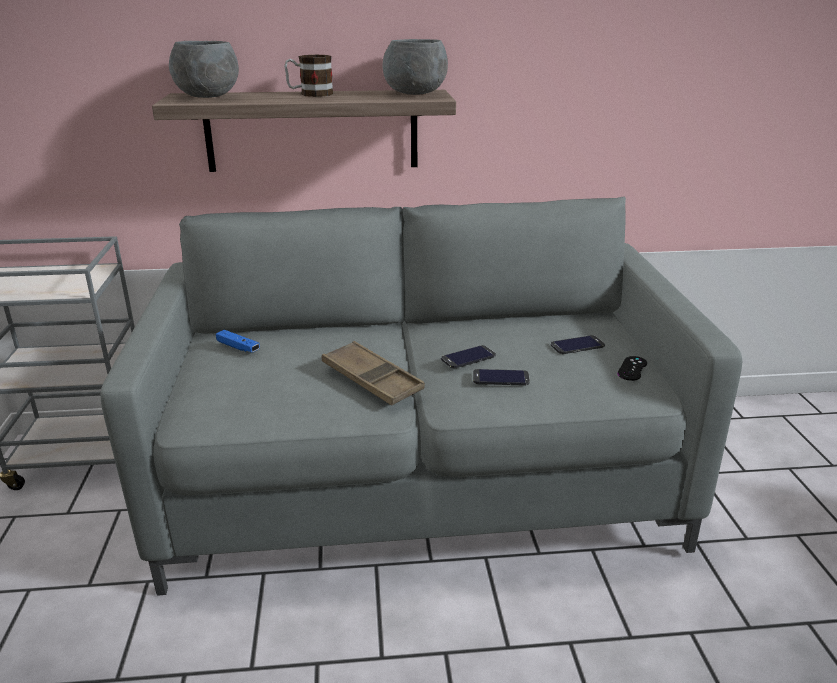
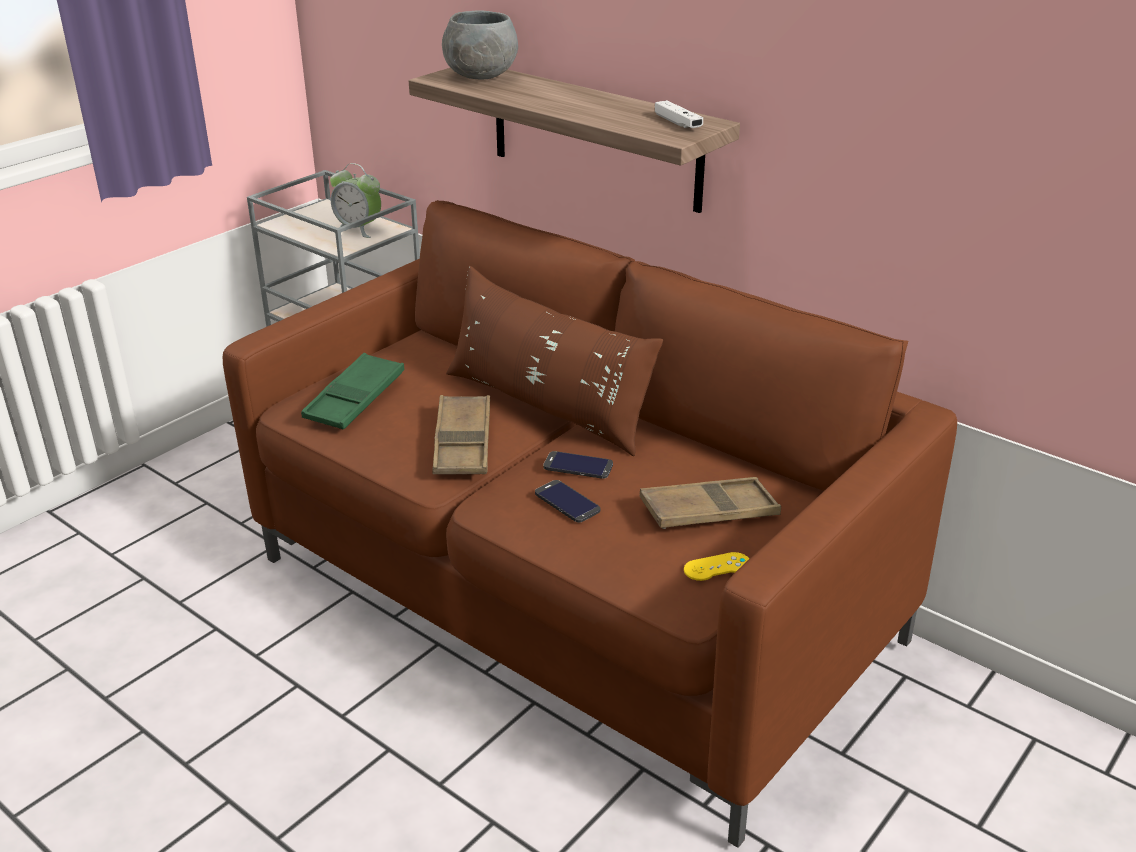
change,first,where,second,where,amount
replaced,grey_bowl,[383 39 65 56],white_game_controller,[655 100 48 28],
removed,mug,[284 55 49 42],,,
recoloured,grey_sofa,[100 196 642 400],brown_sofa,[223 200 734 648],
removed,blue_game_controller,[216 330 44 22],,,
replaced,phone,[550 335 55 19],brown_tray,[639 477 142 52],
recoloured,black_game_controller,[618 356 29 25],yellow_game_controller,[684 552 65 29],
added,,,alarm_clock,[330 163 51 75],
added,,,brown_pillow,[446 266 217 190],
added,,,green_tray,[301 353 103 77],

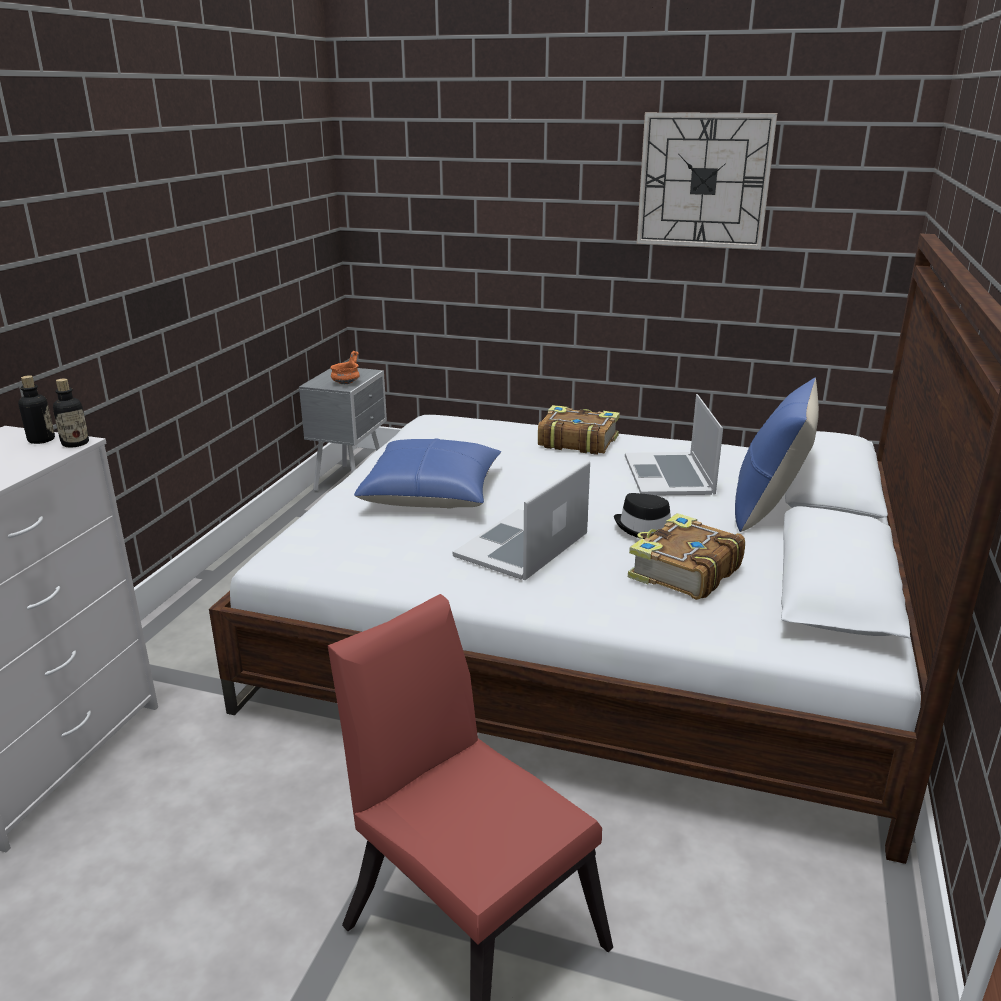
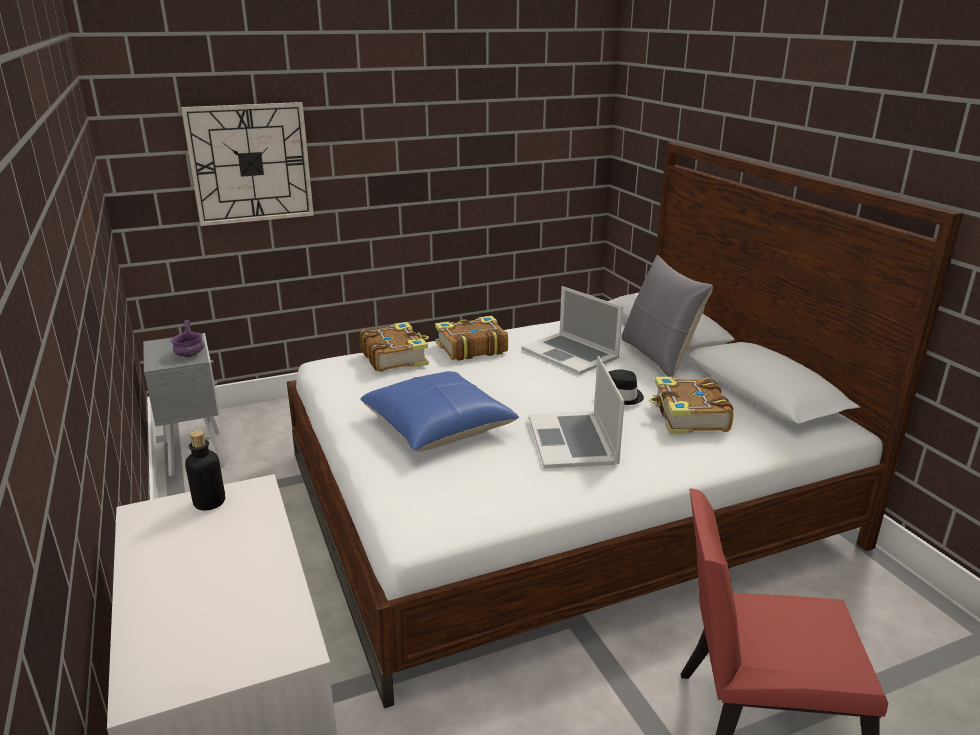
change,first,where,second,where,amount
moved,wall_clock,[637 112 140 137],,[181 102 133 124],
recoloured,orange_bowl,[330 351 30 33],purple_bowl,[170 320 35 37],
recoloured,blue_pillow,[735 377 84 155],grey_pillow,[622 255 91 122],
removed,bottle,[53 378 36 69],,,
added,,,book,[360 322 69 50],

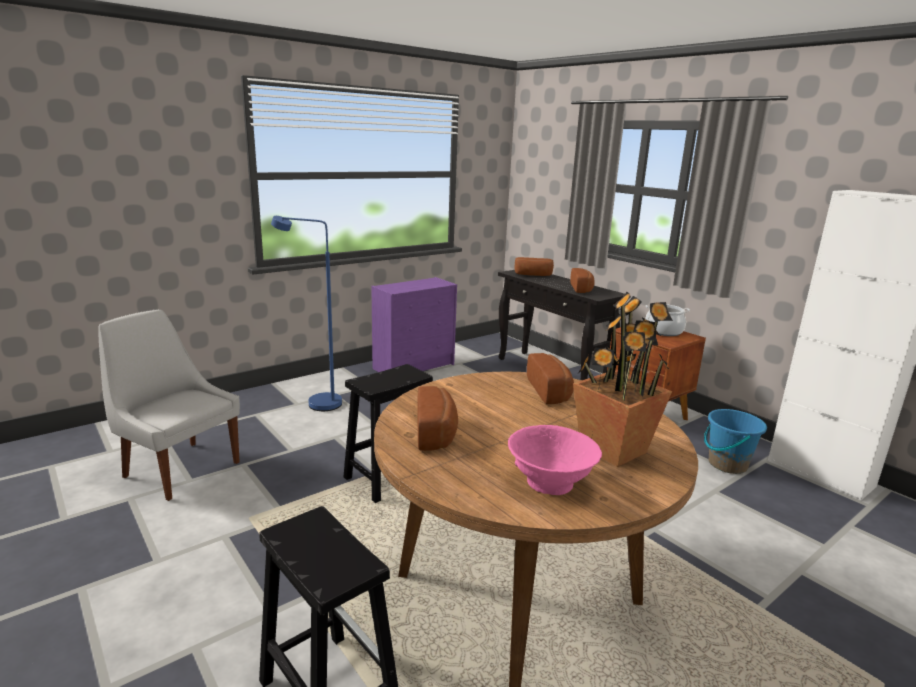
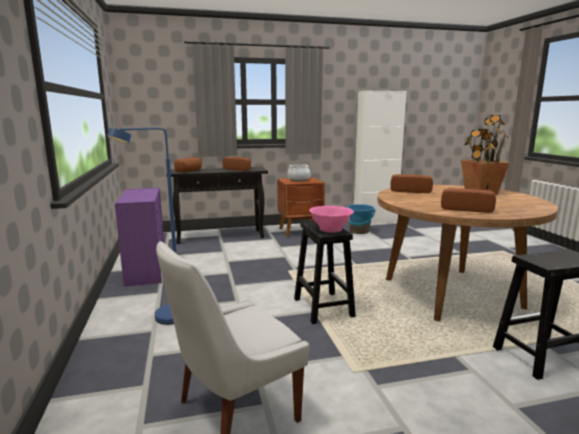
change,first,where,second,where,amount
moved,pink_bowl,[508 425 94 70],,[309 206 45 27],

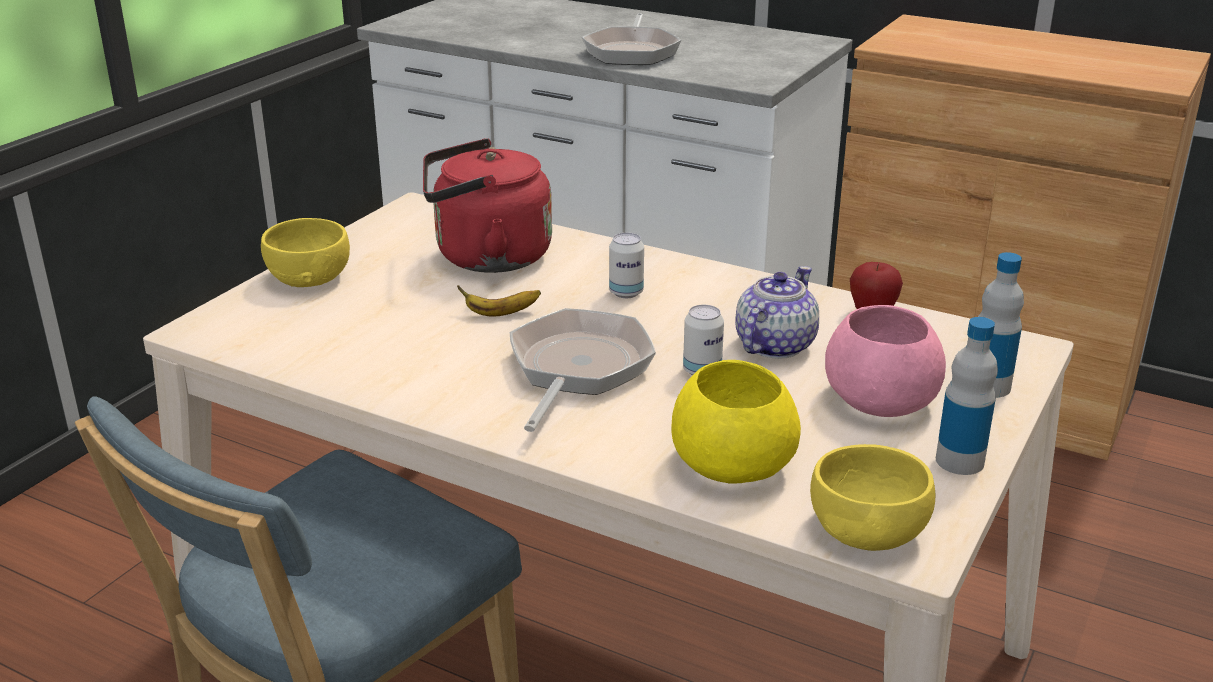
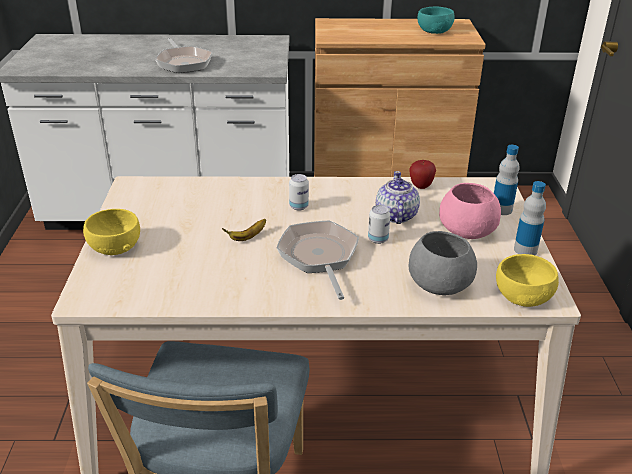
change,first,where,second,where,amount
removed,red_kettle,[423 138 129 135],,,
recoloured,yellow_bowl,[671 360 130 124],grey_bowl,[409 231 68 64],
added,,,turquoise_bowl,[418 7 37 27],

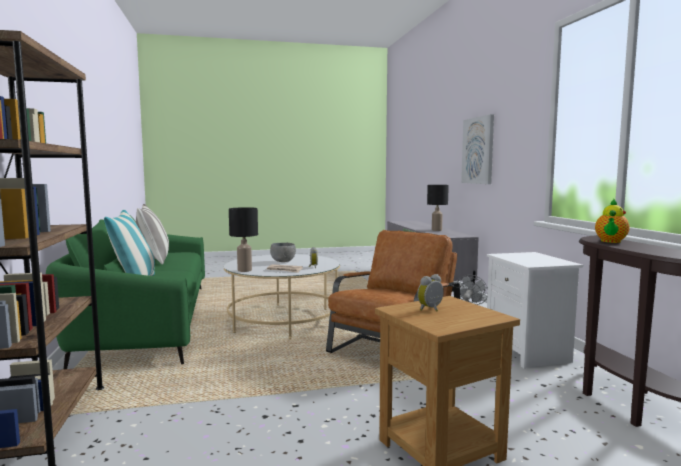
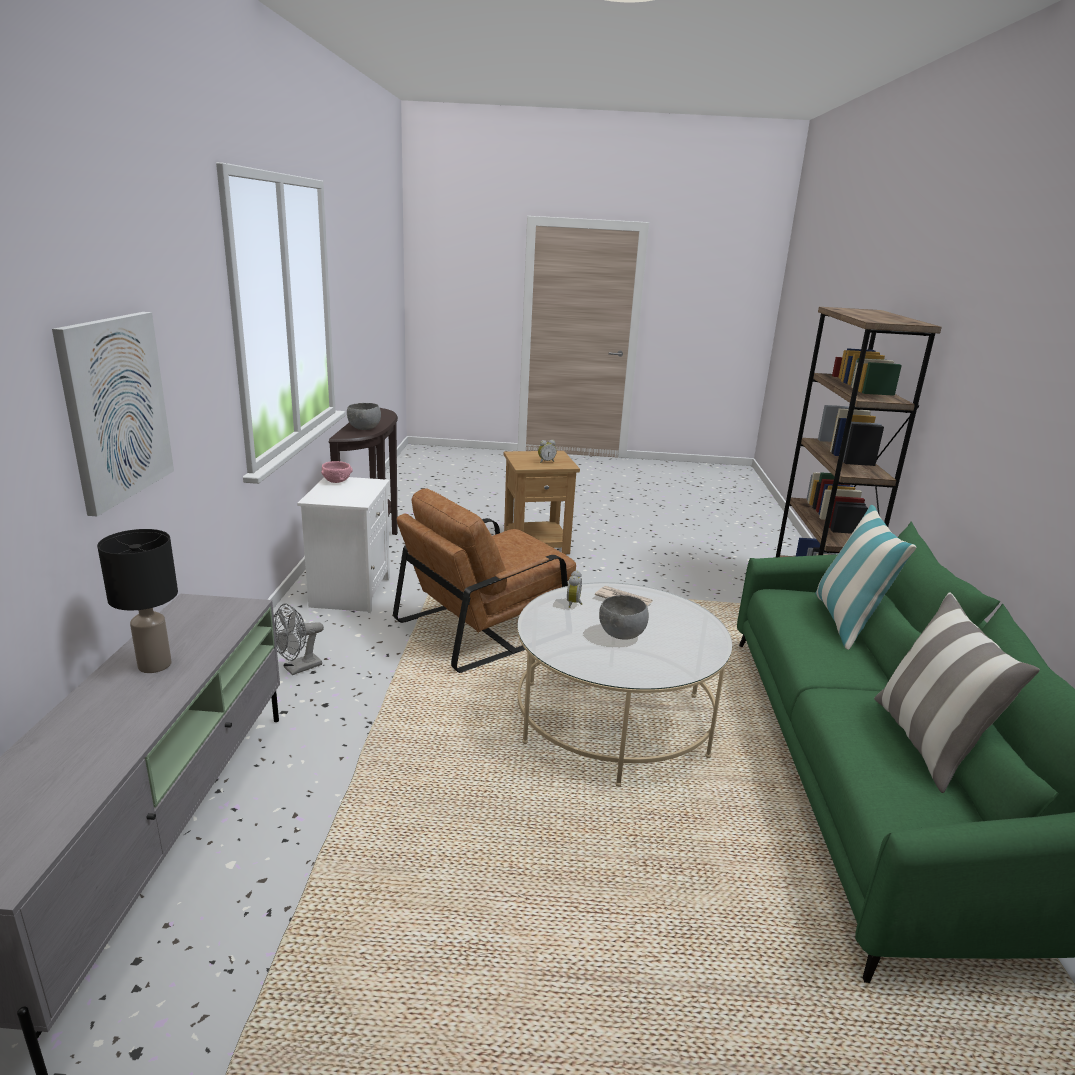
change,first,where,second,where,amount
replaced,teapot,[595 199 35 44],grey_bowl,[347 403 34 27],
removed,black_table_lamp,[229 207 29 65],,,
added,,,pink_bowl,[321 461 31 22],

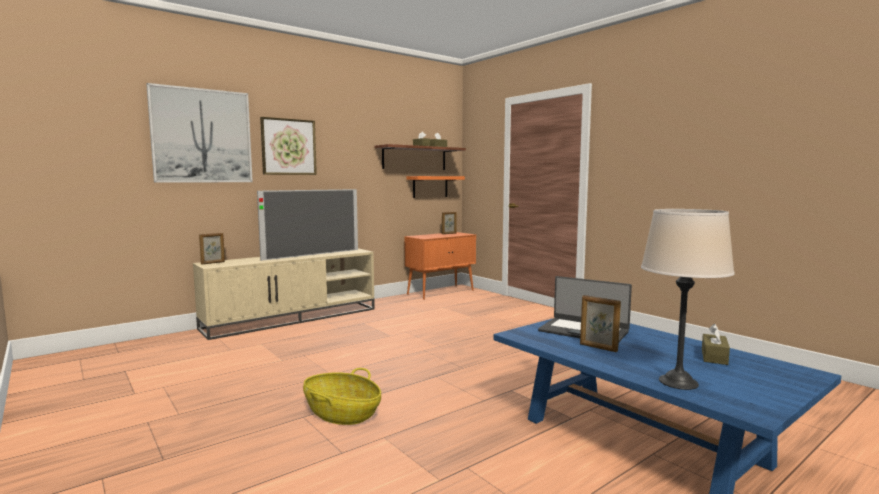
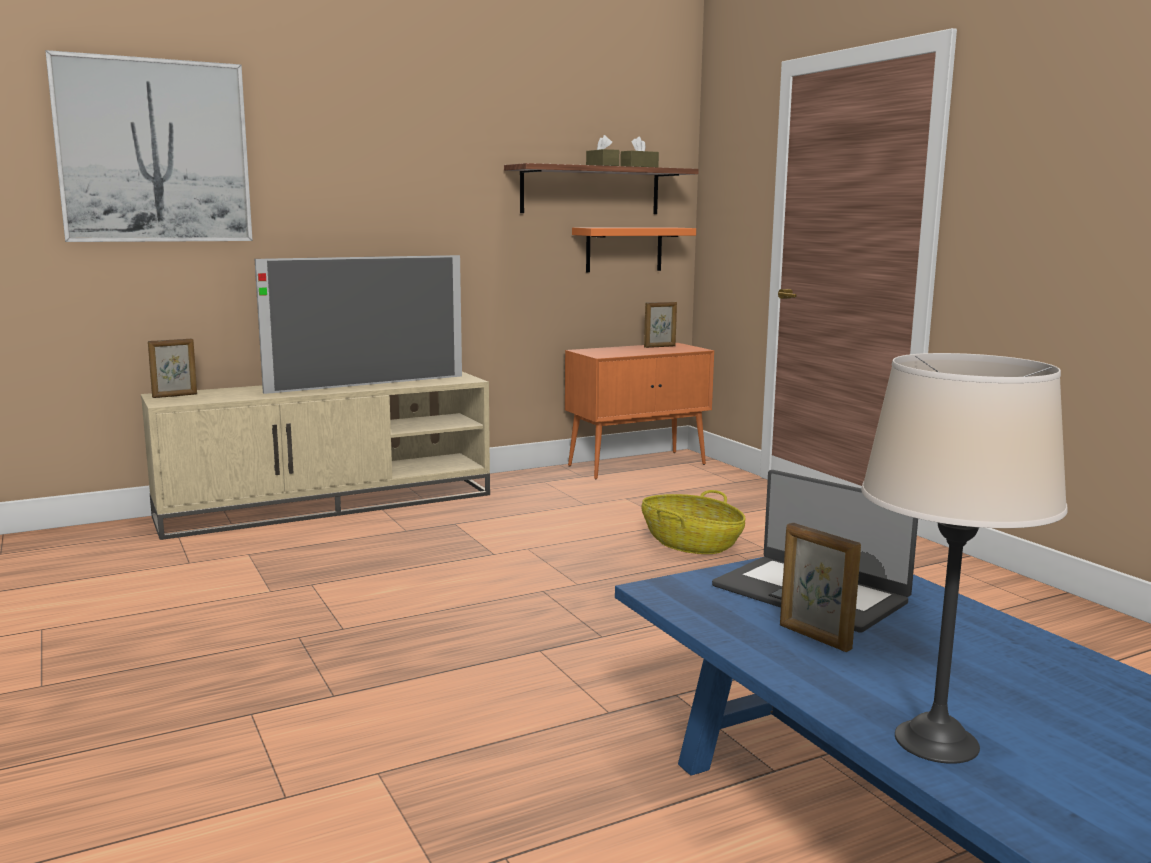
change,first,where,second,where,amount
removed,picture,[260 117 57 58],,,
removed,brown_tissue_box,[702 324 28 41],,,
moved,basket,[303 368 78 57],,[641 490 105 64],

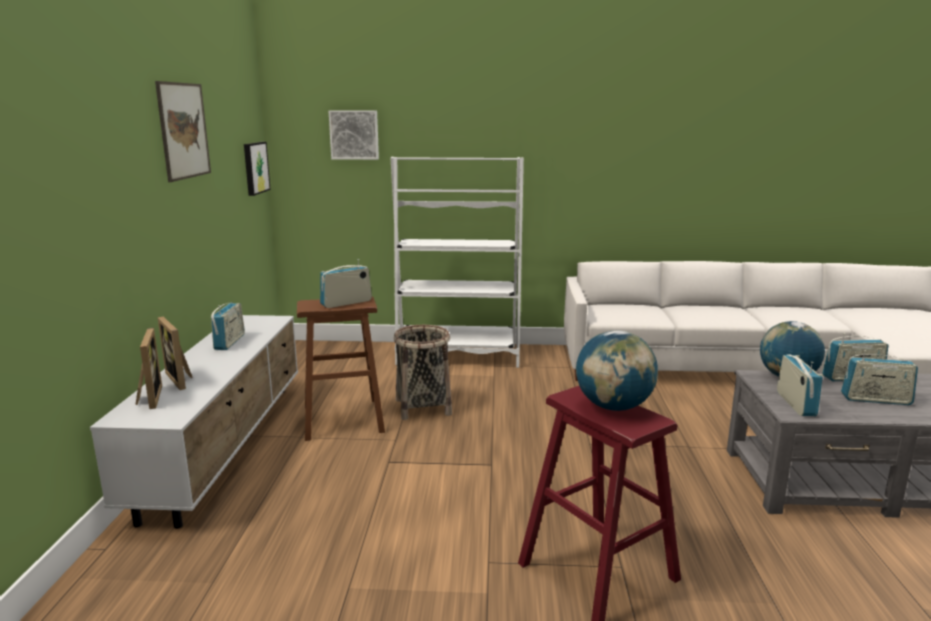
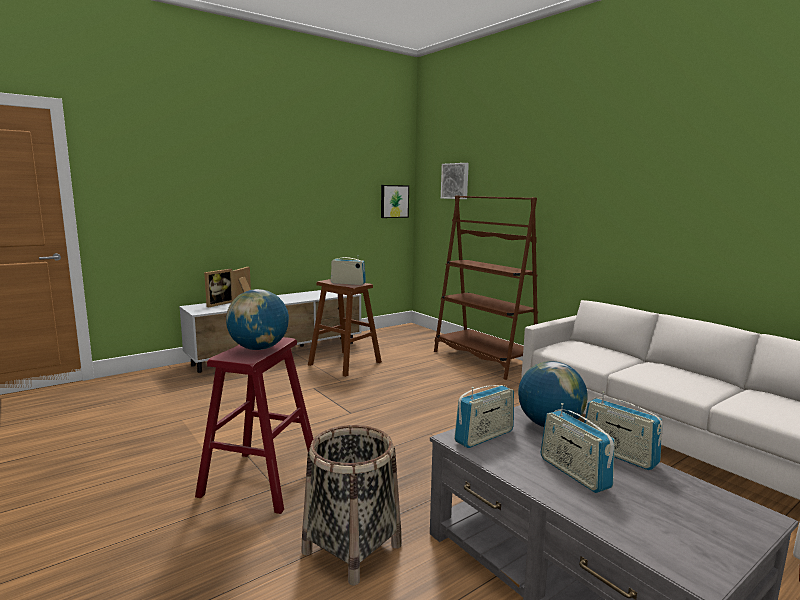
change,first,where,second,where,amount
removed,picture,[155 81 56 101],,,
recoloured,white_bookcase,[391 157 133 211],brown_bookcase,[434 195 104 185],
removed,radio,[211 302 34 48],,,
moved,basket,[394 325 58 95],,[301 425 101 161],

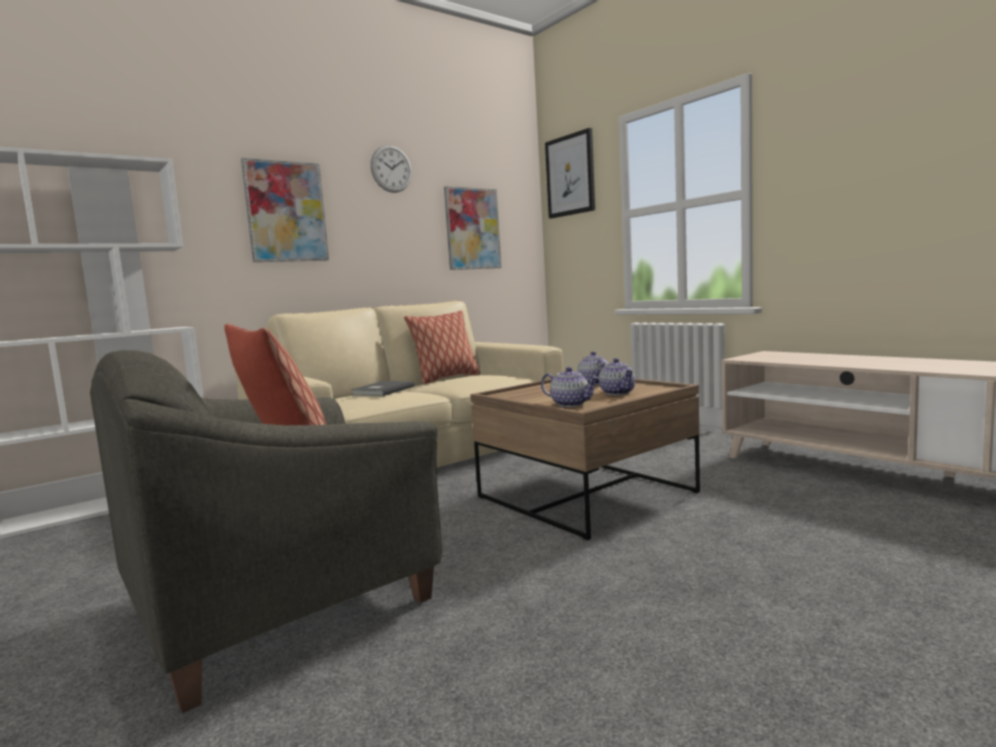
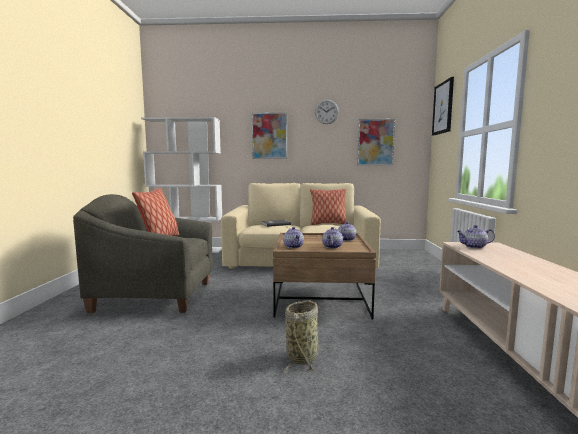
change,first,where,second,where,amount
added,,,teapot,[457 225 38 24],
added,,,basket,[285 300 35 74],

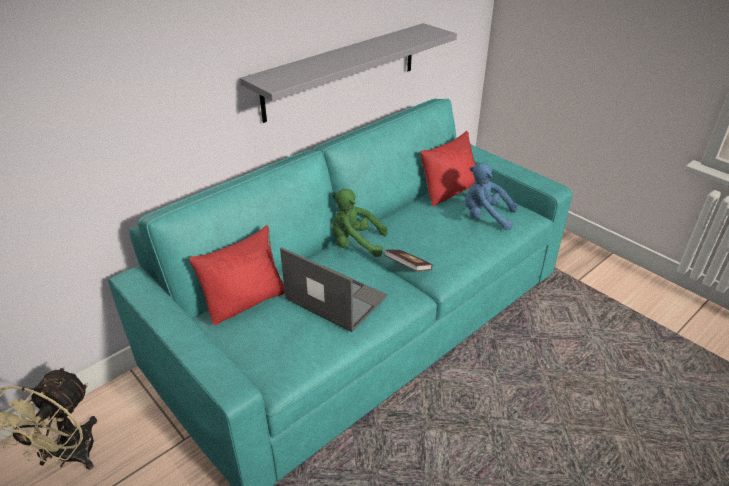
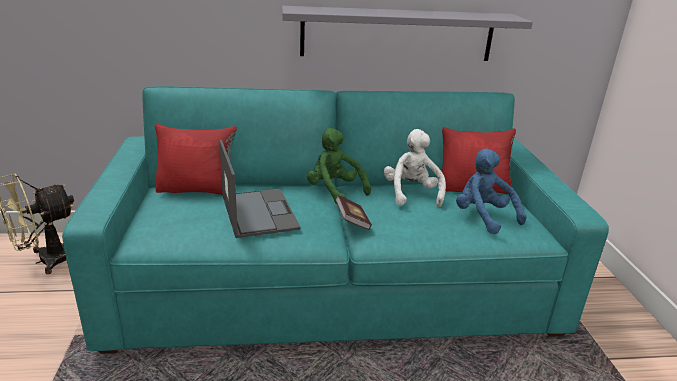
change,first,where,second,where,amount
added,,,white_plush_toy,[384 129 62 78],

